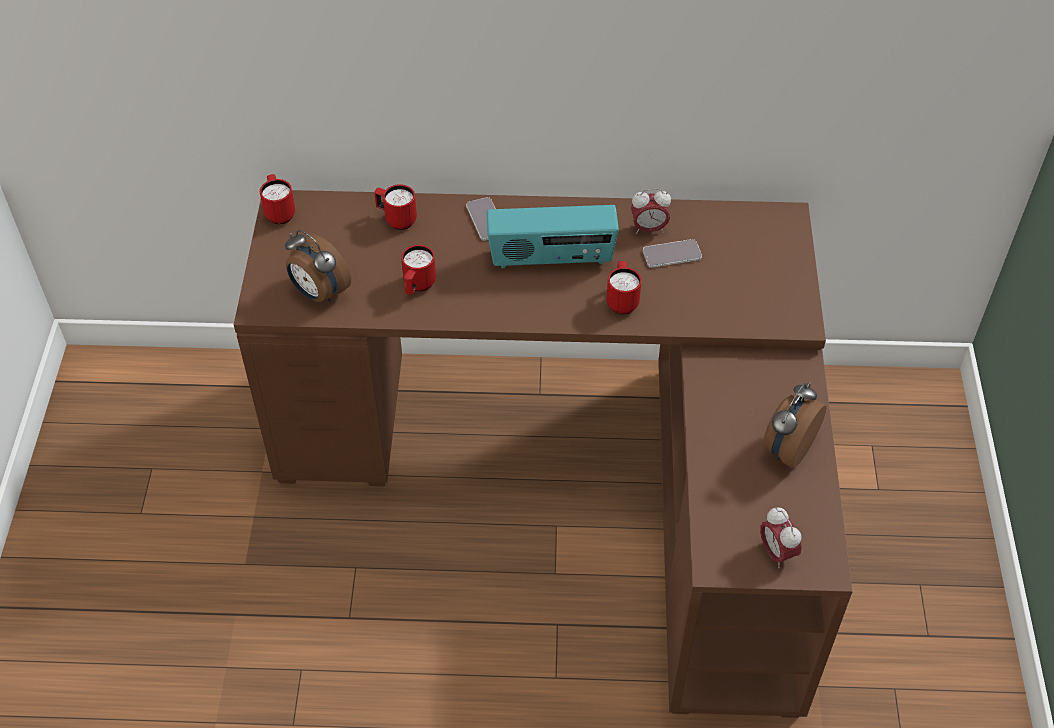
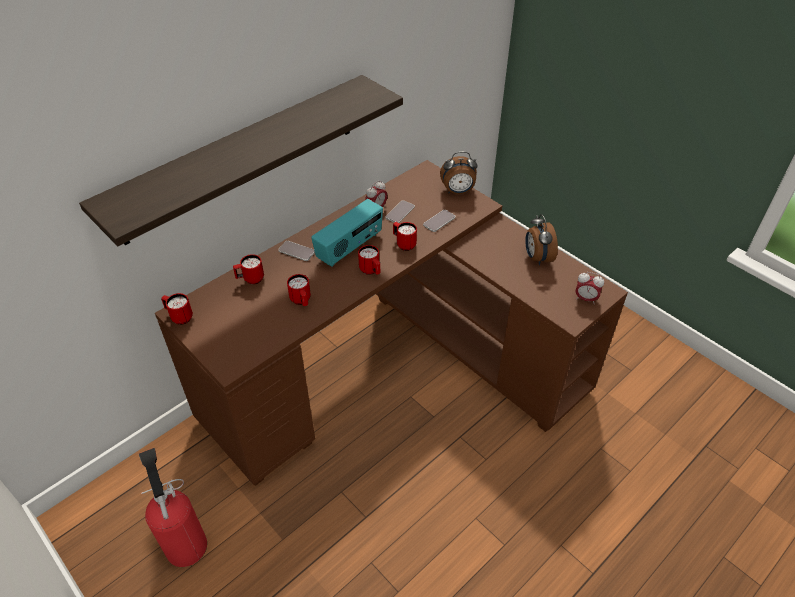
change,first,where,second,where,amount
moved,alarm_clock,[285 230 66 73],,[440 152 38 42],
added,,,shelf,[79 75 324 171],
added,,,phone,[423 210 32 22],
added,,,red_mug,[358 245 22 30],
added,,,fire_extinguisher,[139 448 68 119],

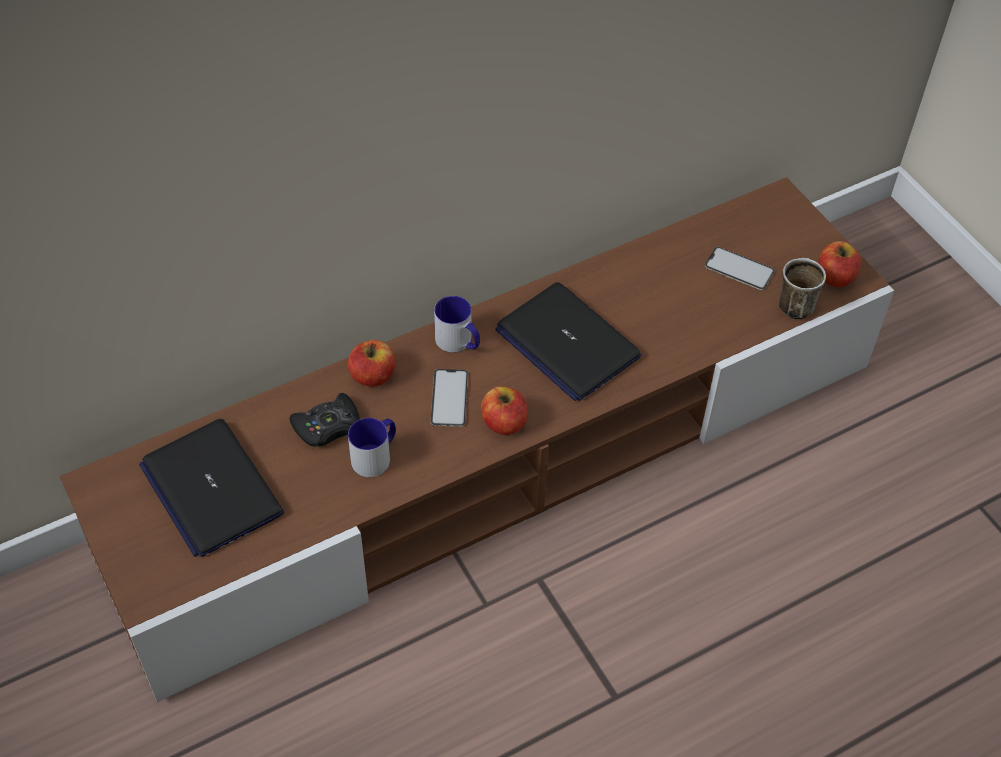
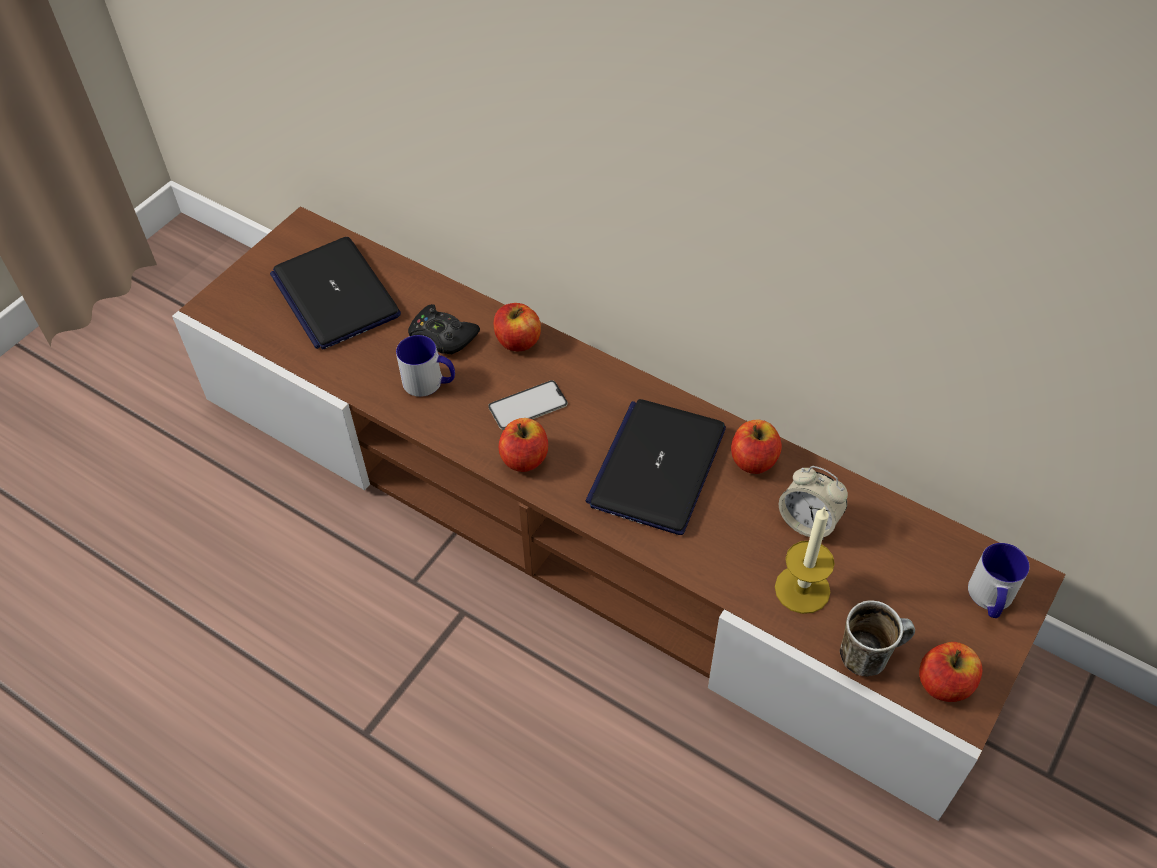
change,first,where,second,where,amount
removed,phone,[705 247 70 43],,,
moved,mug,[434 296 46 57],,[968 543 62 75],
turned,laptop,[139 419 145 138],,[270 237 131 113],60 degrees counterclockwise
added,,,apple,[731 419 51 55],
added,,,alarm_clock,[779 466 69 74],
added,,,candle,[775 506 60 108],

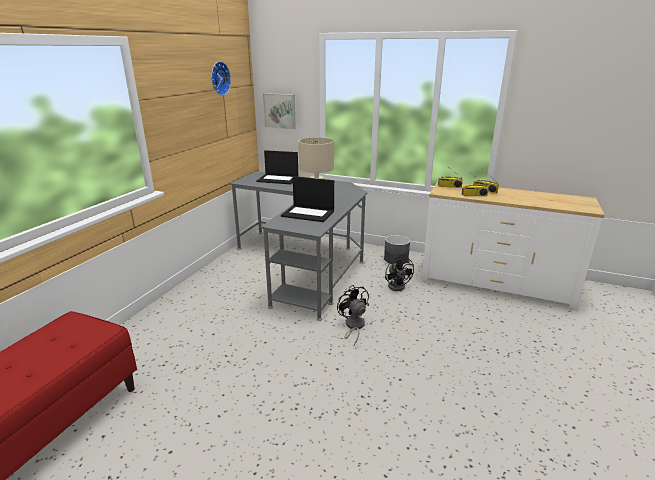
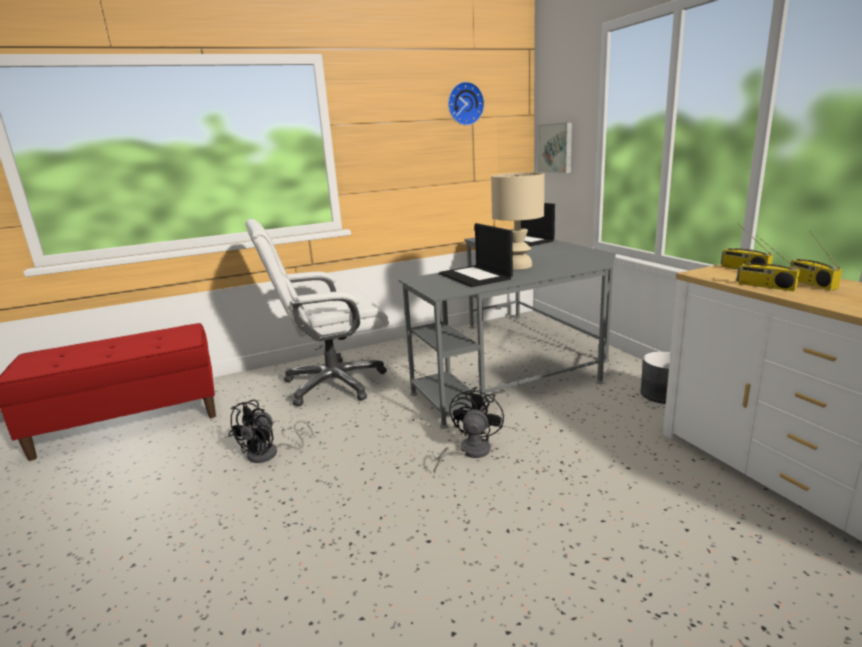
change,first,where,second,where,amount
moved,black_fan,[385 255 29 36],,[228 400 86 63],
added,,,white_office_chair,[246 219 143 187],

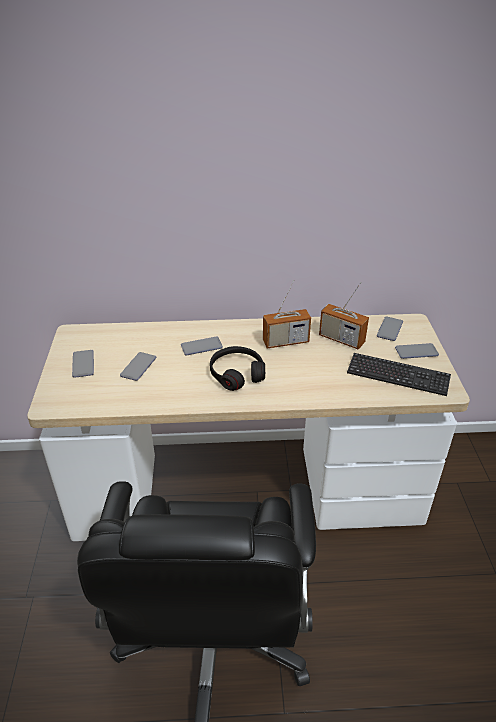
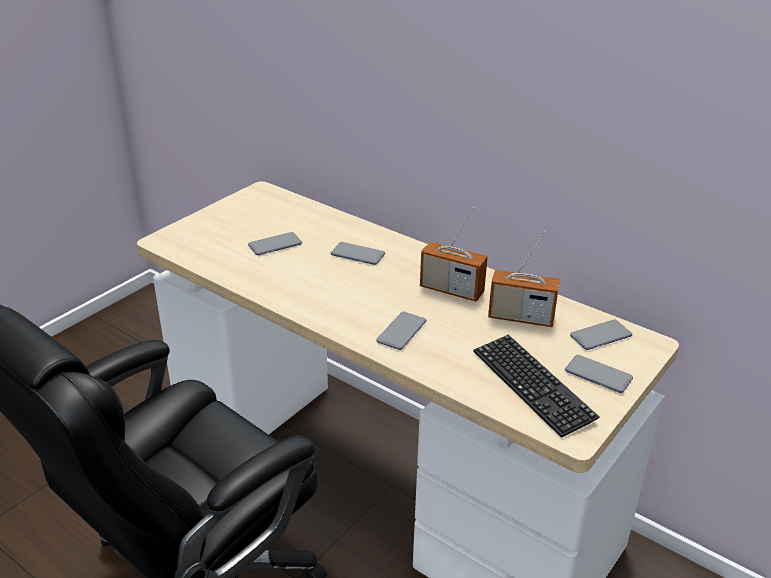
change,first,where,second,where,amount
turned,radio,[319 282 50 68],,[488 231 72 96],60 degrees counterclockwise
removed,black_headphones,[210 346 55 45],,,
moved,phone,[72 350 22 28],,[376 312 50 38],

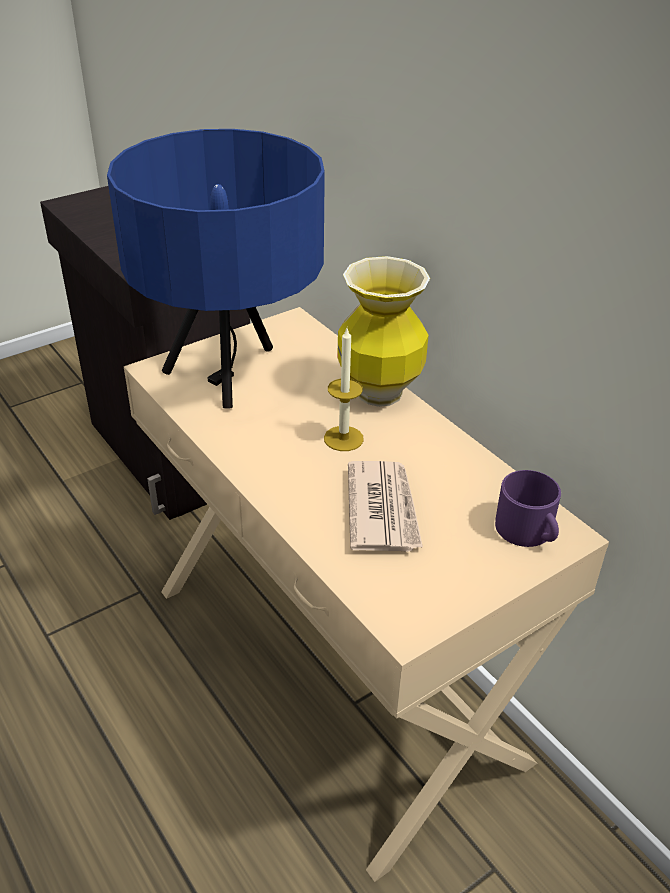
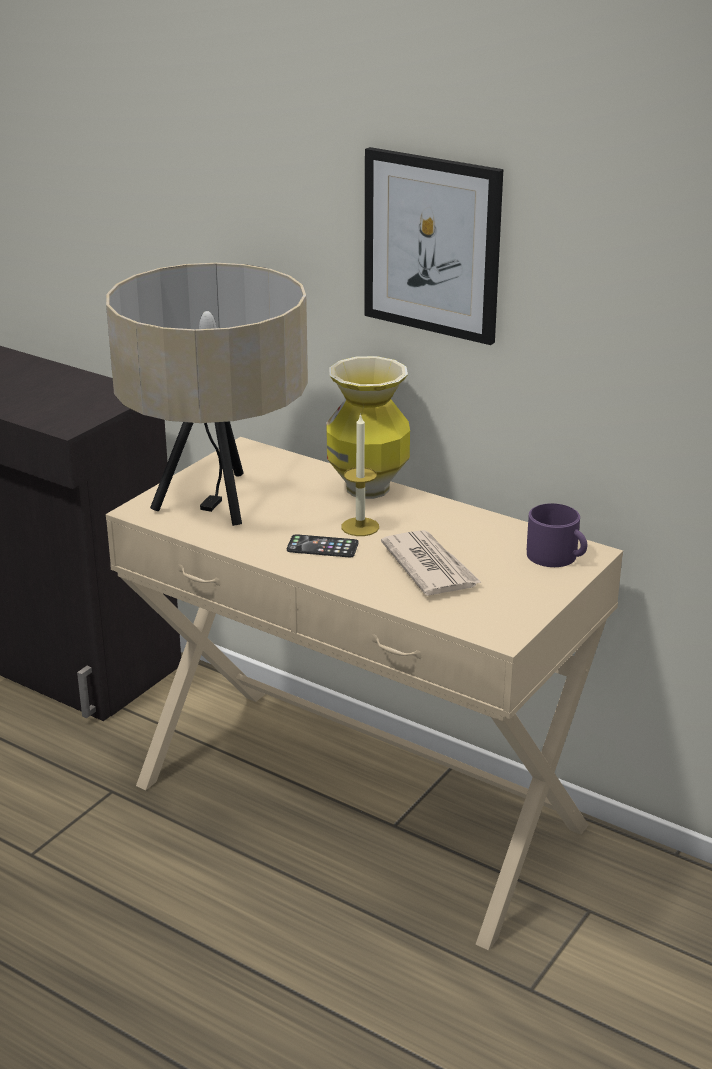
change,first,where,second,where,amount
recoloured,blue_table_lamp,[107 129 218 280],beige_table_lamp,[106 263 202 263],
added,,,picture,[364 147 139 198],
added,,,phone,[287 534 72 23],

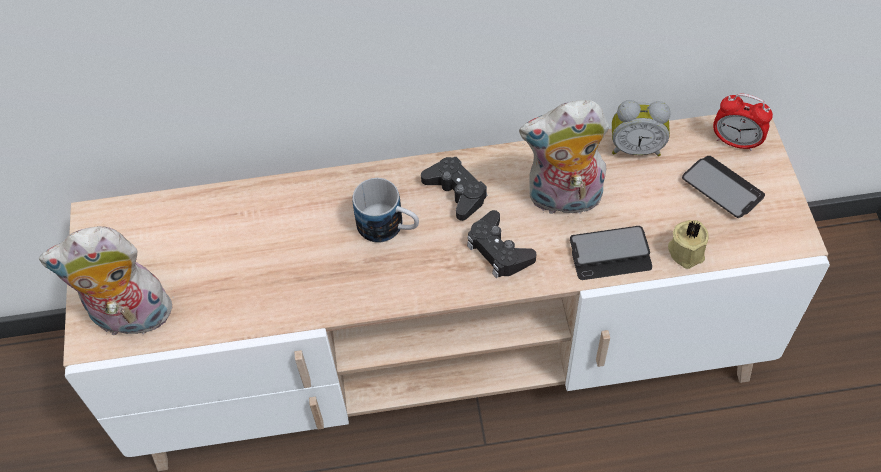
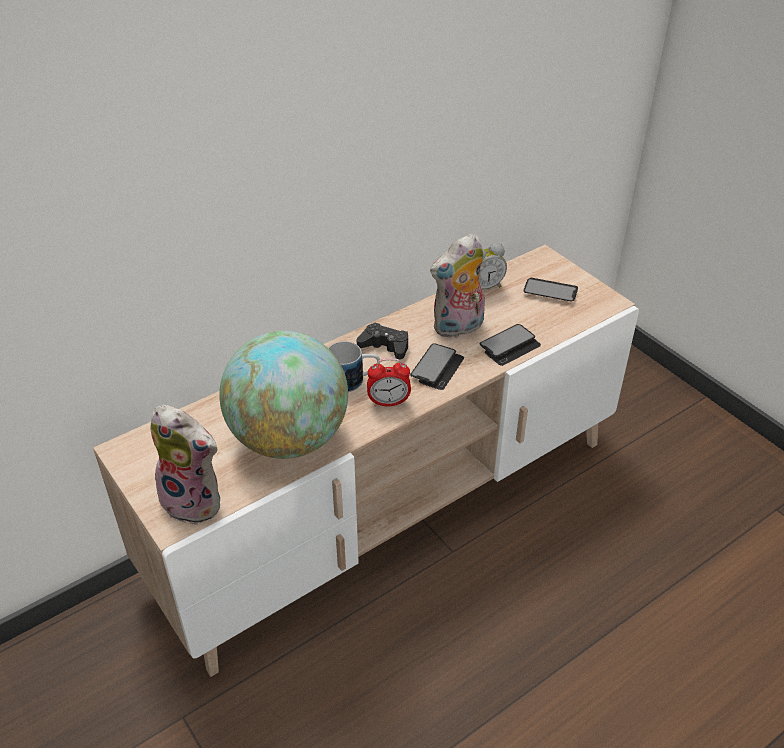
change,first,where,second,where,amount
moved,alarm_clock,[713 93 60 58],,[367 358 44 48],
replaced,black_game_controller,[467 210 69 68],phone,[410 343 54 47],
removed,beige_candle,[668 220 41 49],,,
turned,plush_toy,[39 226 136 109],,[150 404 70 121],120 degrees counterclockwise
added,,,globe,[219 331 129 128],

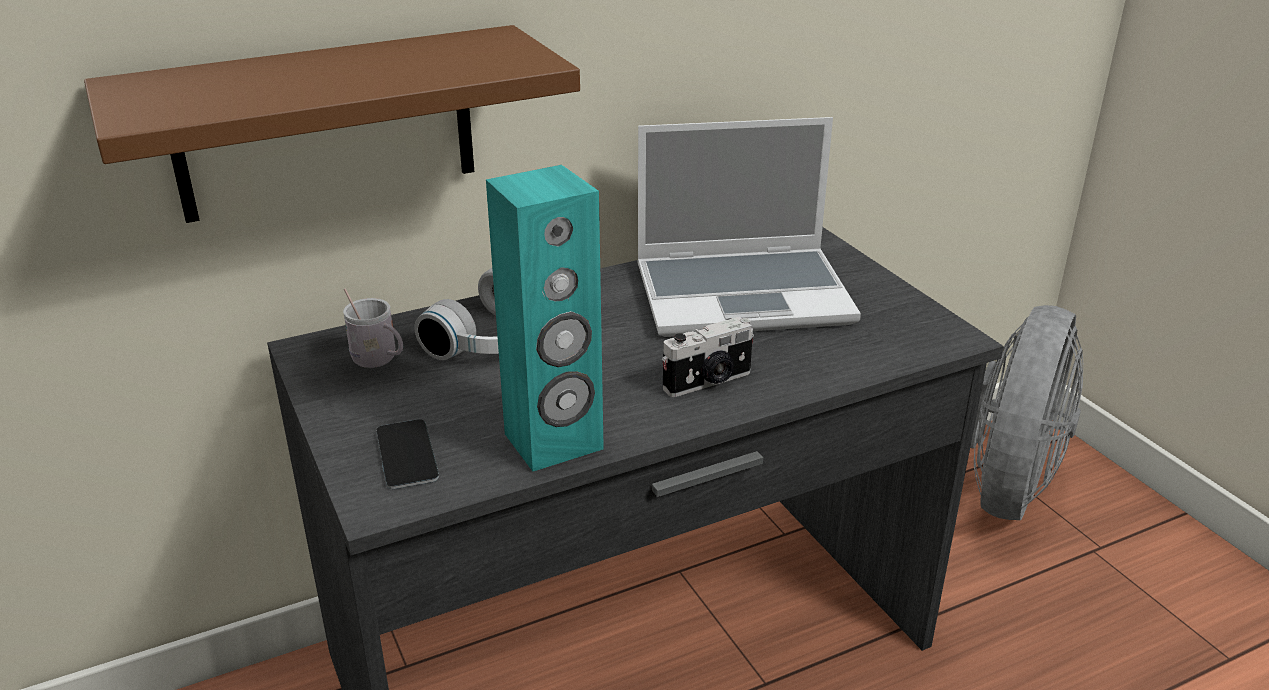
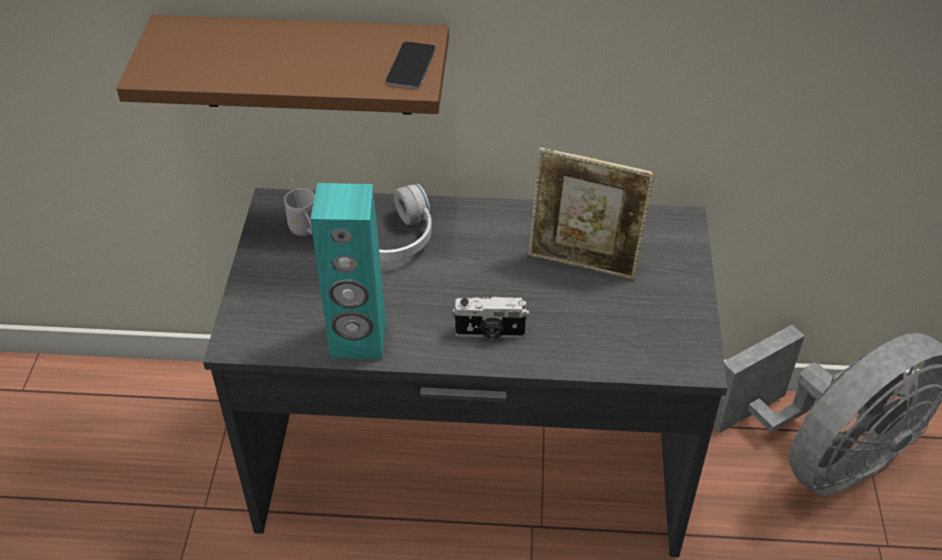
change,first,where,second,where,amount
replaced,laptop,[638 117 223 220],picture_frame,[528 147 127 133],
moved,phone,[376 419 63 70],,[386 42 50 47],

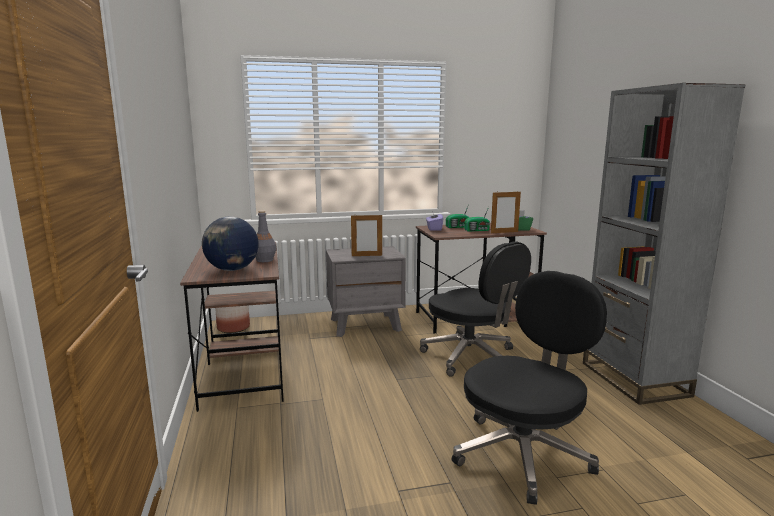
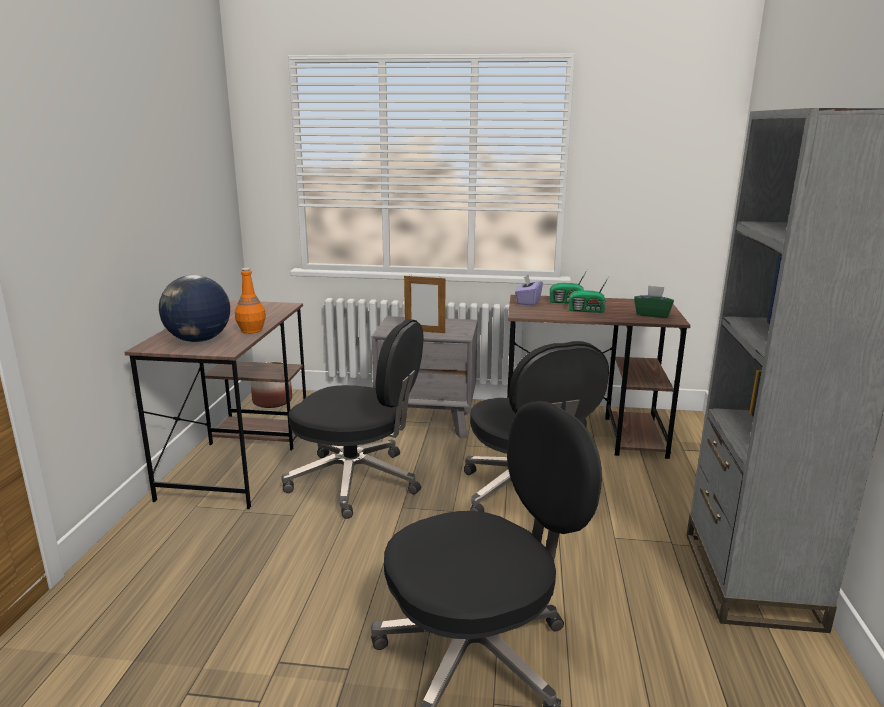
change,first,where,second,where,amount
removed,picture_frame,[491 192 30 41],,,
recoloured,grey_bottle,[255 210 21 52],orange_bottle,[235 268 31 66],
added,,,black_office_chair,[281 319 142 200],

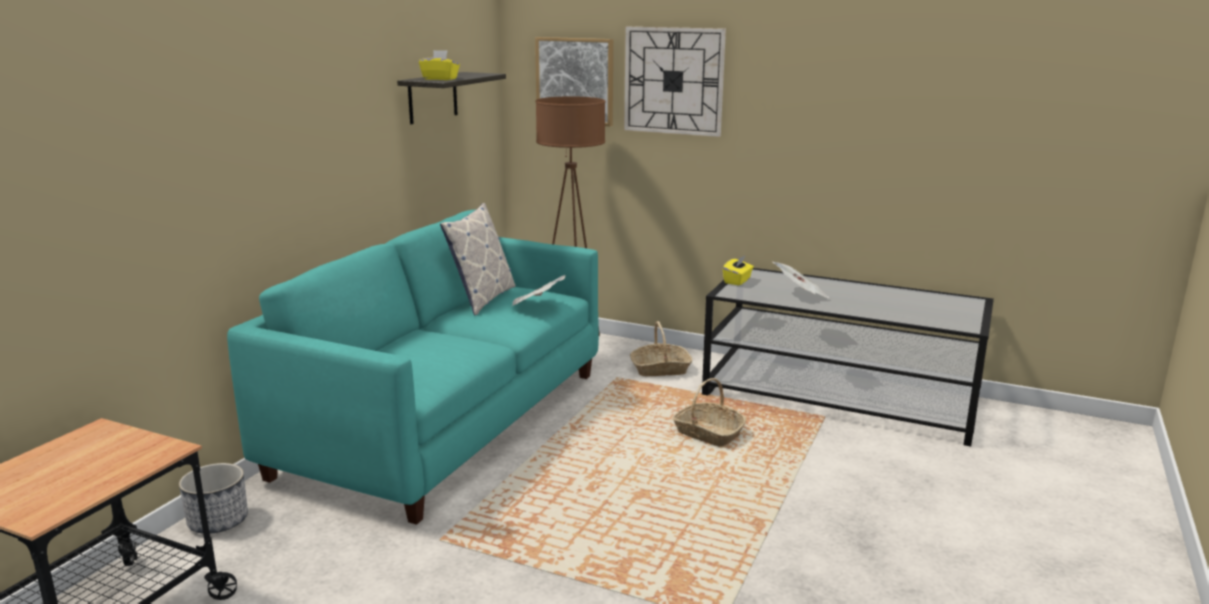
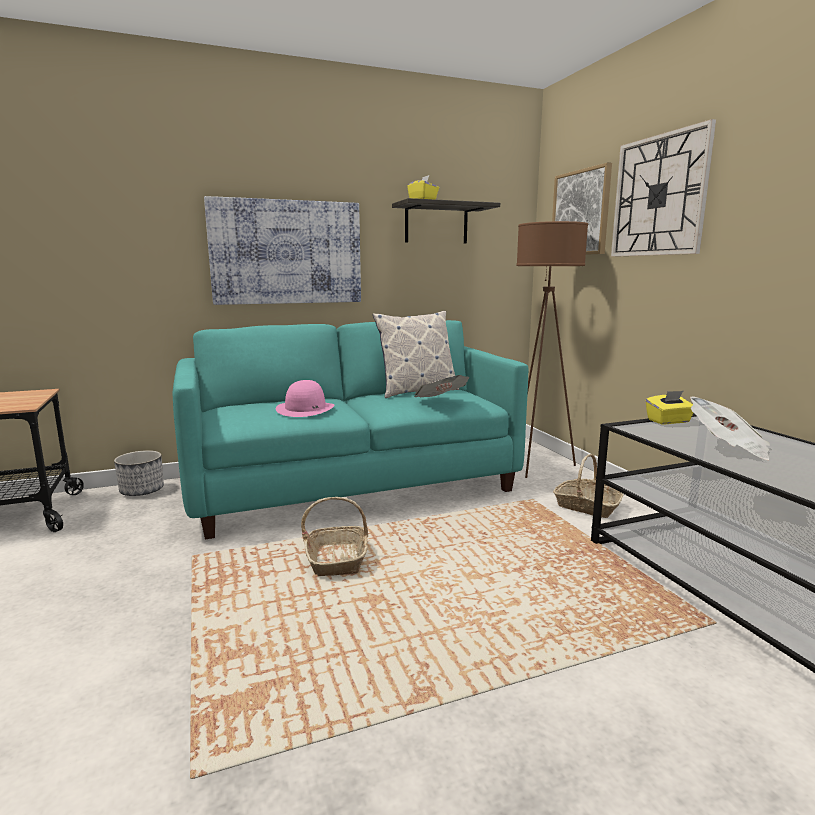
change,first,where,second,where,amount
moved,basket,[673 378 73 69],,[301 497 67 79],
added,,,picture,[204 196 157 109],
added,,,pink_hat,[276 380 59 37],

